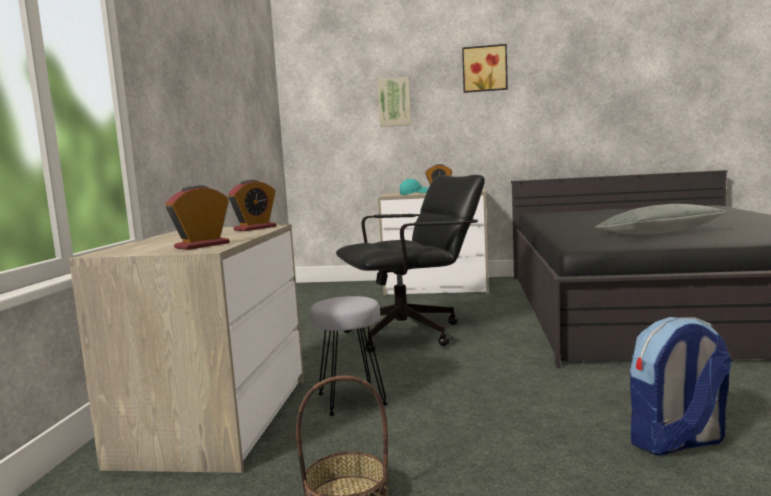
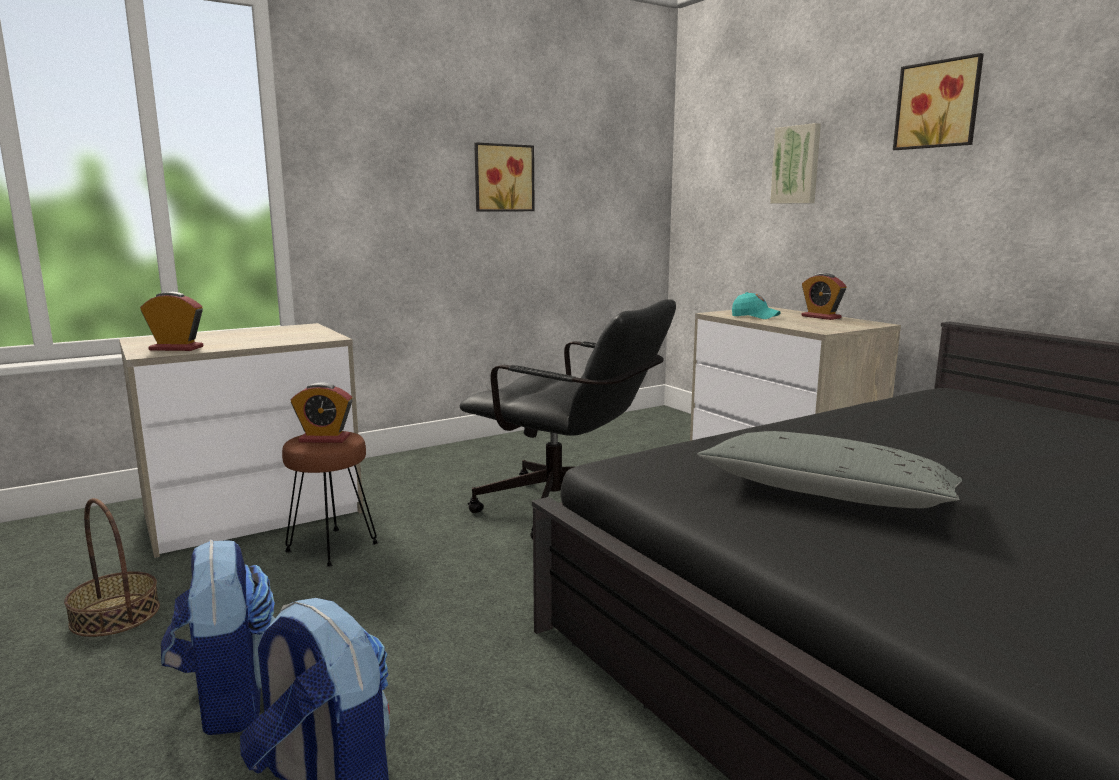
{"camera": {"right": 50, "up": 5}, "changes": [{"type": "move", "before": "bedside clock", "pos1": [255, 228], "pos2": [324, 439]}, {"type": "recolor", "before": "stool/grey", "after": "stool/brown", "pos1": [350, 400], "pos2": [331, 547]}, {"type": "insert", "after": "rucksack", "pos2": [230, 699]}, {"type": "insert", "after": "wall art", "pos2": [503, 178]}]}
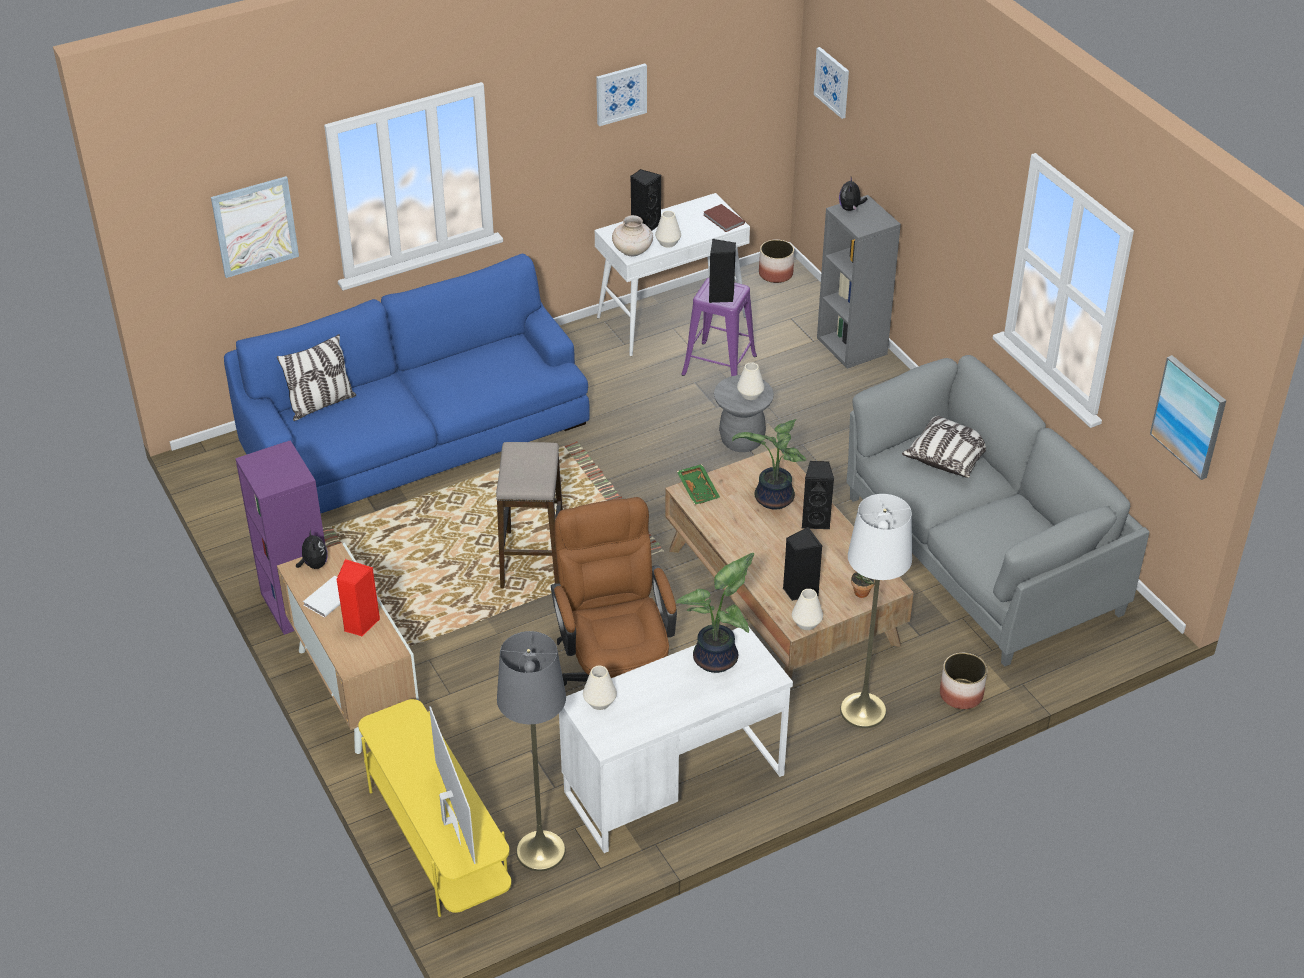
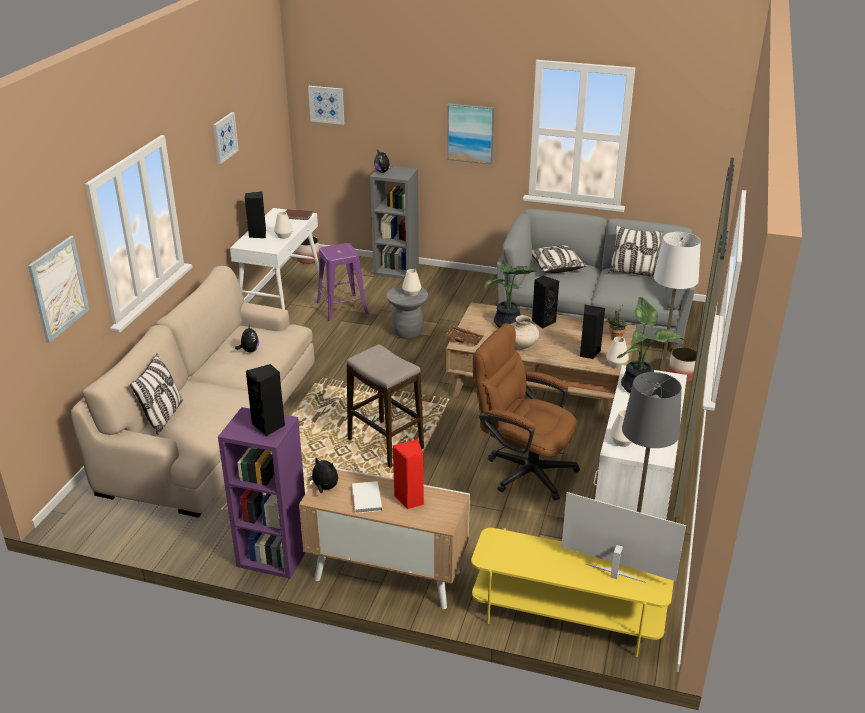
{"camera": {"right": -45, "up": -10}, "changes": [{"type": "recolor", "before": "couch/bluish", "after": "couch/beige-coloured", "pos1": [417, 437], "pos2": [214, 425]}, {"type": "move", "before": "decorative vase/beige-coloured", "pos1": [632, 252], "pos2": [522, 345]}, {"type": "recolor", "before": "carrying tray/greenish", "after": "carrying tray/brown", "pos1": [699, 489], "pos2": [464, 339]}, {"type": "move", "before": "audio speaker/black", "pos1": [721, 296], "pos2": [269, 426]}, {"type": "move", "before": "wall art", "pos1": [1189, 416], "pos2": [470, 133]}, {"type": "insert", "after": "cuddly toy", "pos2": [249, 351]}, {"type": "insert", "after": "pillow", "pos2": [632, 272]}]}
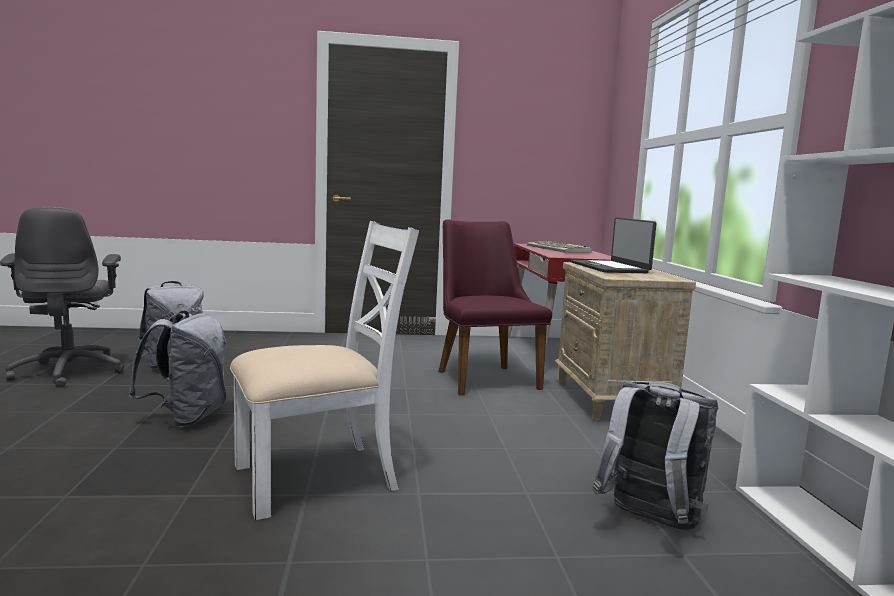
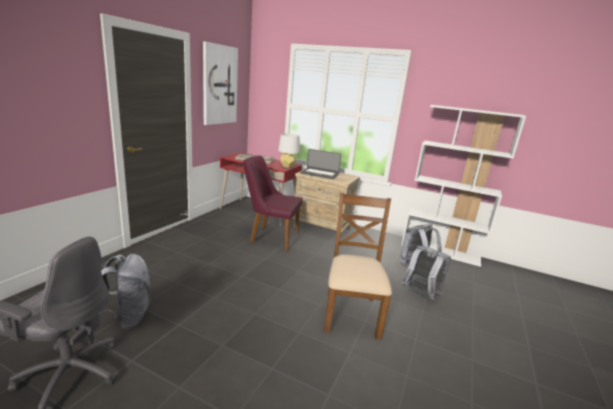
{"camera": {"right": -60, "up": 10}, "changes": [{"type": "move", "before": "rucksack/grey", "pos1": [187, 418], "pos2": [420, 296]}, {"type": "recolor", "before": "chair/white-coloured", "after": "chair/brown", "pos1": [317, 477], "pos2": [351, 313]}, {"type": "insert", "after": "wall art", "pos2": [219, 85]}, {"type": "insert", "after": "tabletop lamp/grey", "pos2": [287, 166]}]}
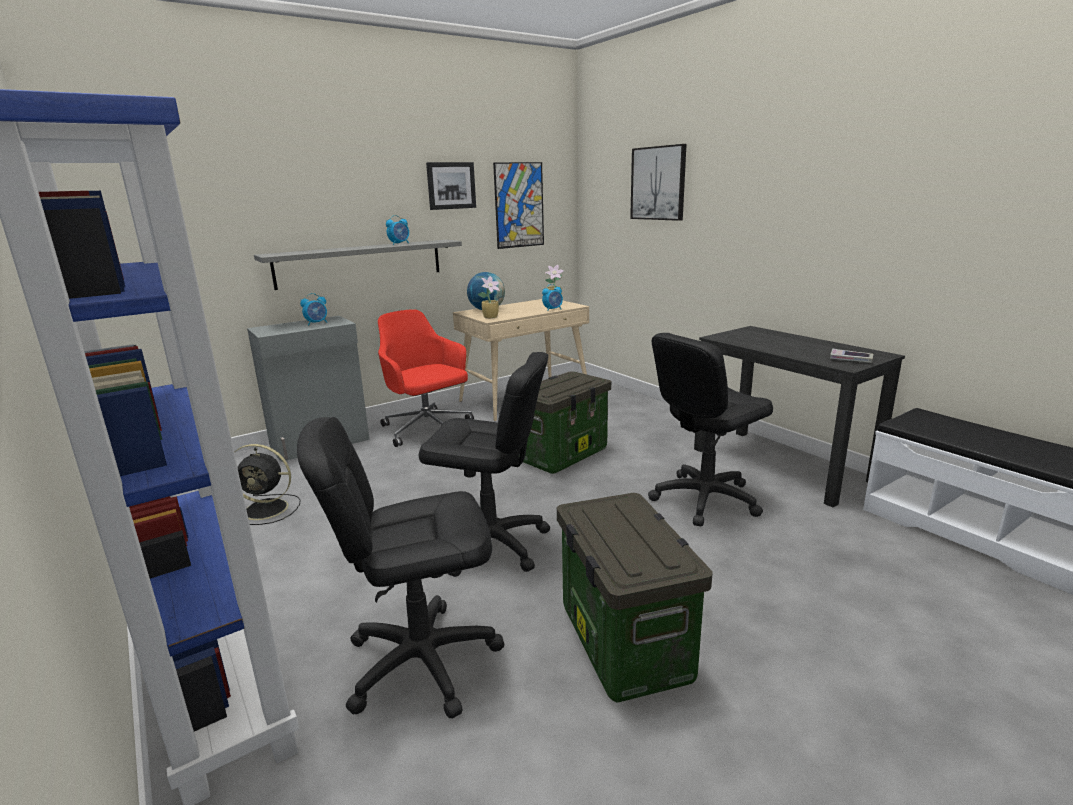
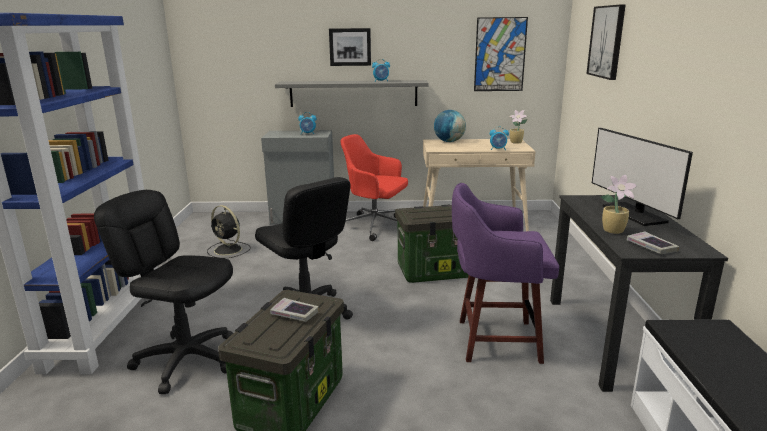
{"camera": {"right": 35, "up": 0}, "changes": [{"type": "rotate", "before": "computer chair/reddish", "pos1": [427, 428], "pos2": [375, 226], "turn": -60}, {"type": "move", "before": "wall art", "pos1": [451, 185], "pos2": [350, 47]}, {"type": "move", "before": "houseplant", "pos1": [491, 317], "pos2": [614, 231]}, {"type": "replace", "before": "computer chair/black", "after": "stool/purple", "pos1": [704, 499], "pos2": [494, 341]}, {"type": "insert", "after": "volume", "pos2": [294, 313]}, {"type": "insert", "after": "monitor", "pos2": [634, 214]}]}
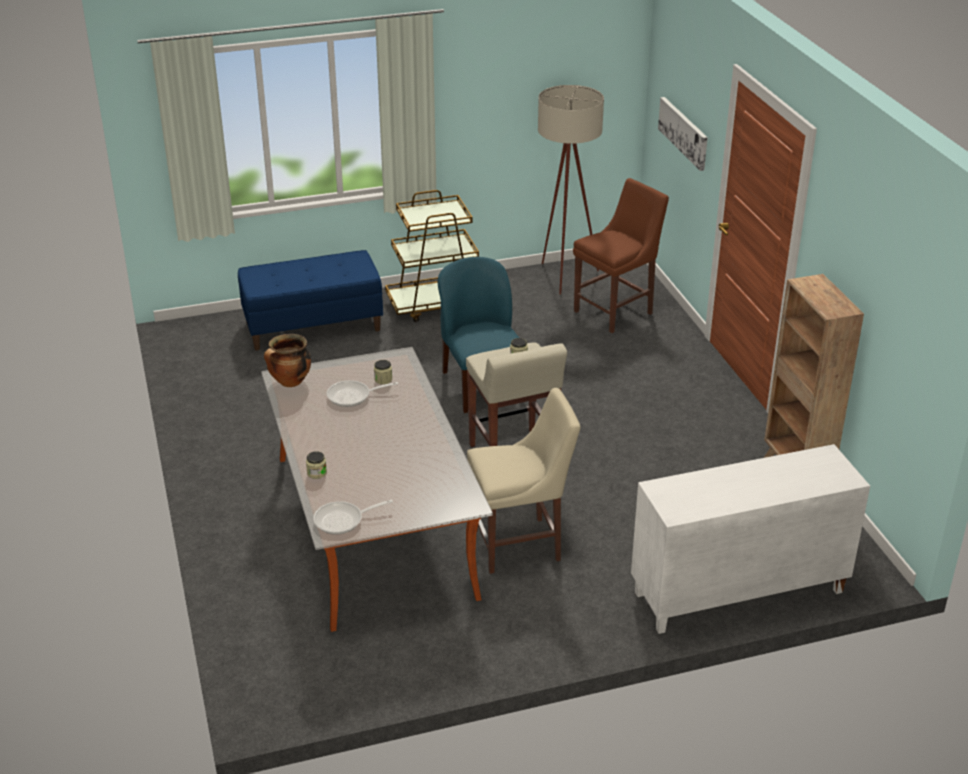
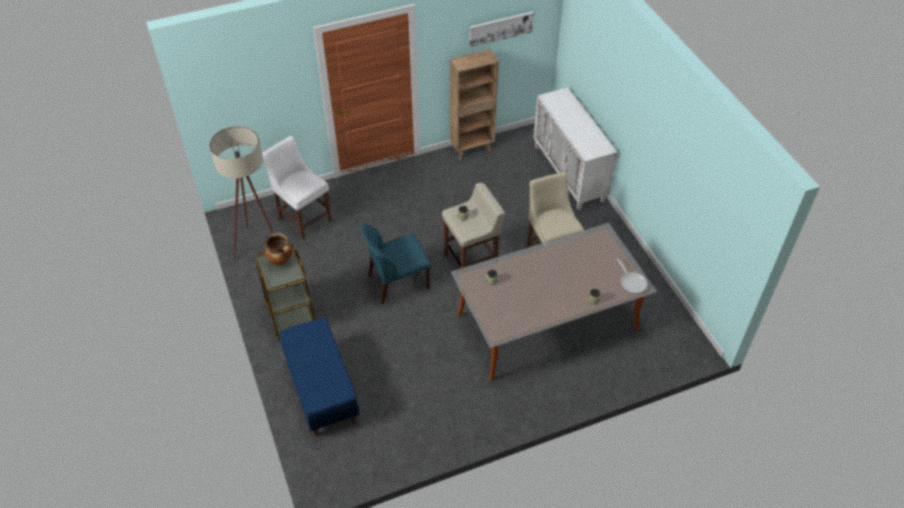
{"camera": {"right": -95, "up": 15}, "changes": [{"type": "move", "before": "saucepot", "pos1": [290, 382], "pos2": [281, 261]}, {"type": "delete", "before": "pan", "pos1": [353, 396]}, {"type": "recolor", "before": "chair/brown", "after": "chair/white-coloured", "pos1": [616, 311], "pos2": [303, 218]}, {"type": "move", "before": "wall art", "pos1": [684, 132], "pos2": [500, 28]}]}
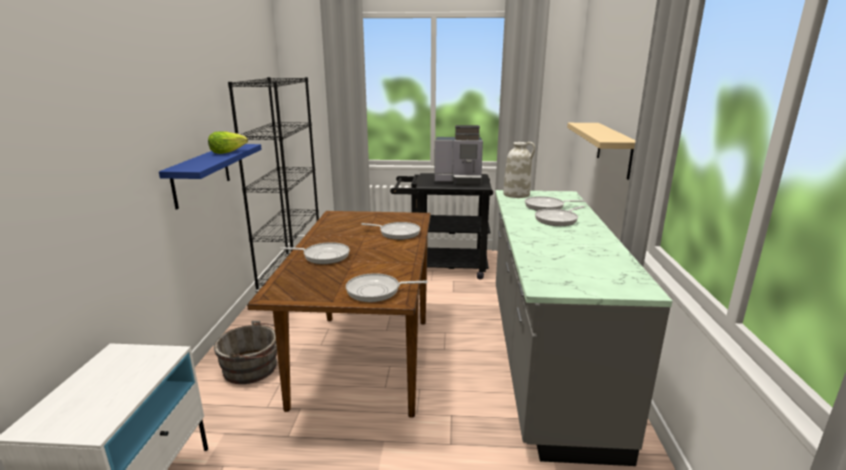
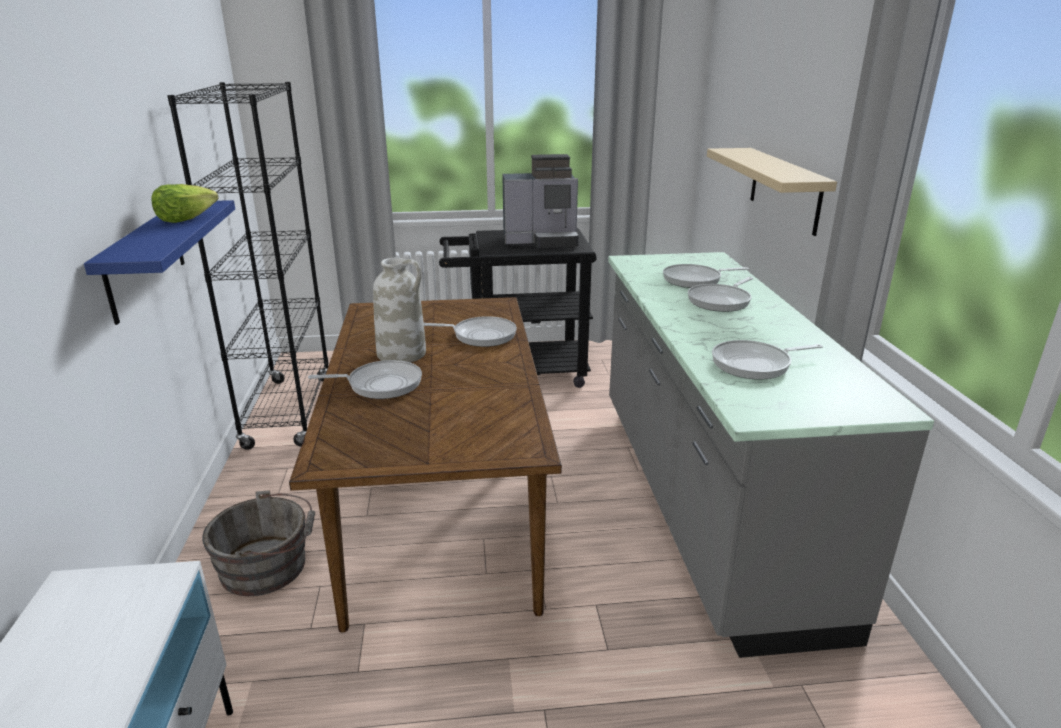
{"camera": {"right": -10, "up": 5}, "changes": [{"type": "move", "before": "pan", "pos1": [376, 291], "pos2": [755, 364]}, {"type": "move", "before": "decorative vase/white-coloured", "pos1": [517, 194], "pos2": [402, 354]}]}
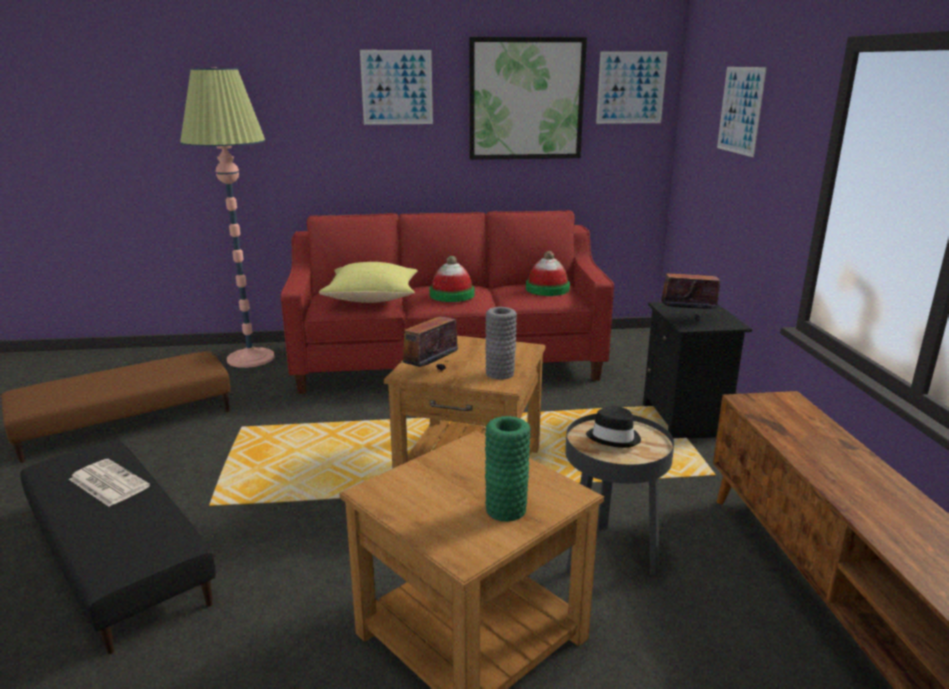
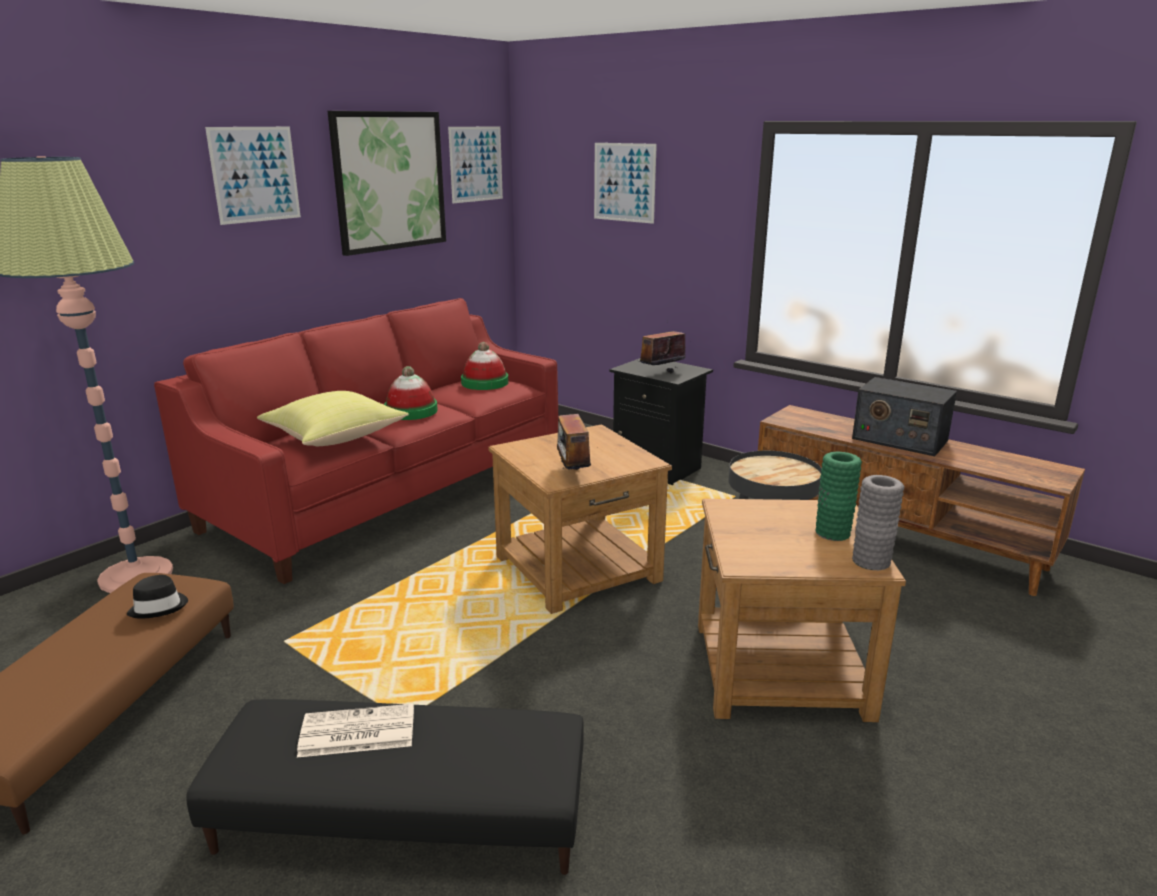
{"camera": {"right": -45, "up": 0}, "changes": [{"type": "move", "before": "decorative vase/grey", "pos1": [500, 373], "pos2": [871, 561]}, {"type": "move", "before": "wearable hat/black", "pos1": [614, 437], "pos2": [159, 607]}, {"type": "insert", "after": "radio receiver", "pos2": [899, 439]}]}
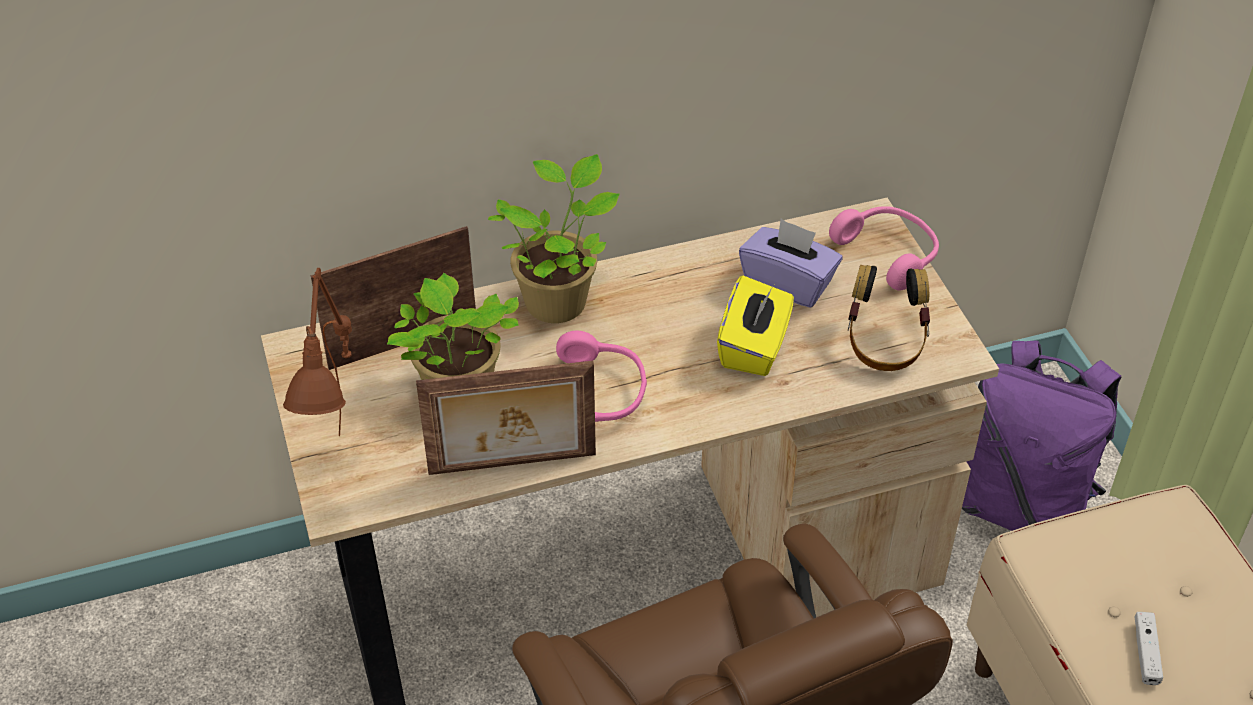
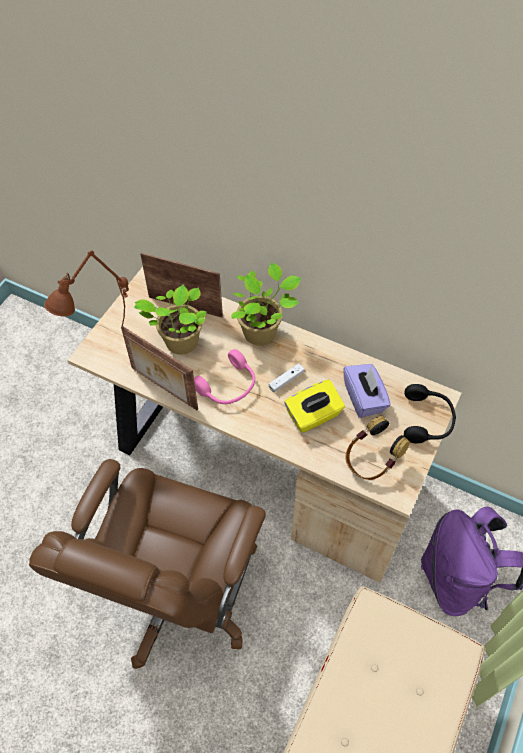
{"camera": {"right": 45, "up": 10}, "changes": [{"type": "recolor", "before": "headphones/pink-coloured", "after": "headphones/black", "pos1": [889, 253], "pos2": [427, 420]}, {"type": "move", "before": "gamepad/white-coloured", "pos1": [1146, 653], "pos2": [286, 380]}]}
